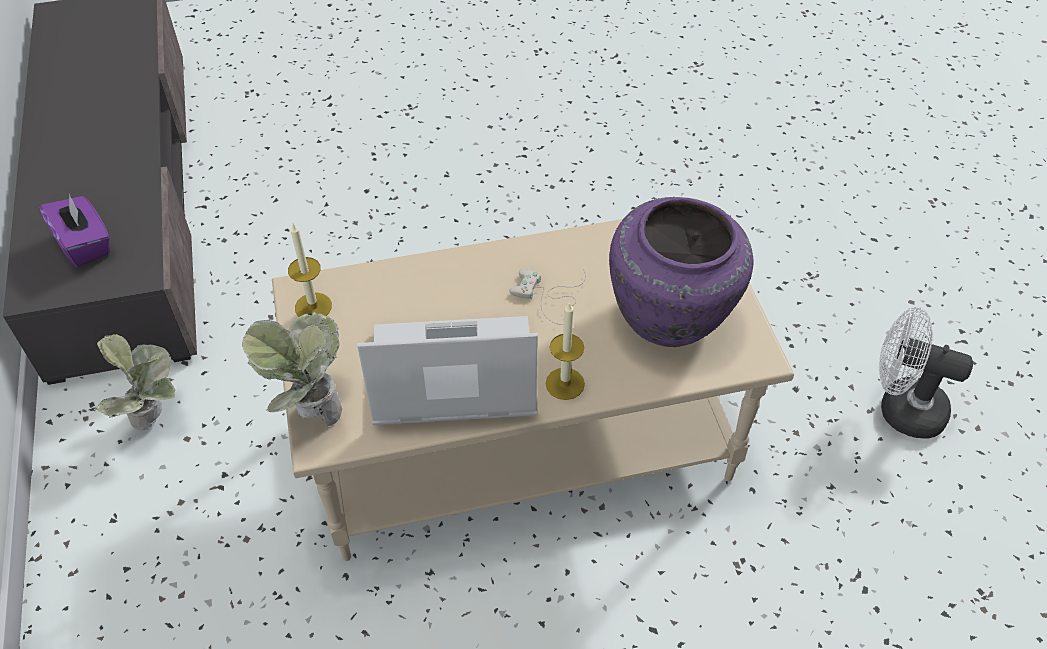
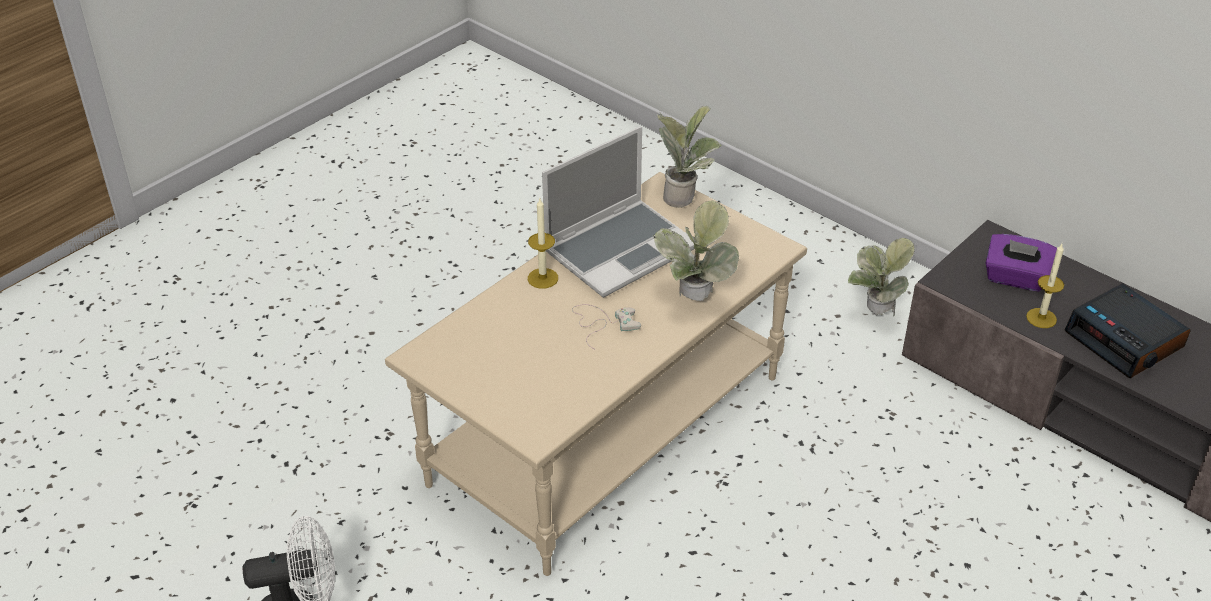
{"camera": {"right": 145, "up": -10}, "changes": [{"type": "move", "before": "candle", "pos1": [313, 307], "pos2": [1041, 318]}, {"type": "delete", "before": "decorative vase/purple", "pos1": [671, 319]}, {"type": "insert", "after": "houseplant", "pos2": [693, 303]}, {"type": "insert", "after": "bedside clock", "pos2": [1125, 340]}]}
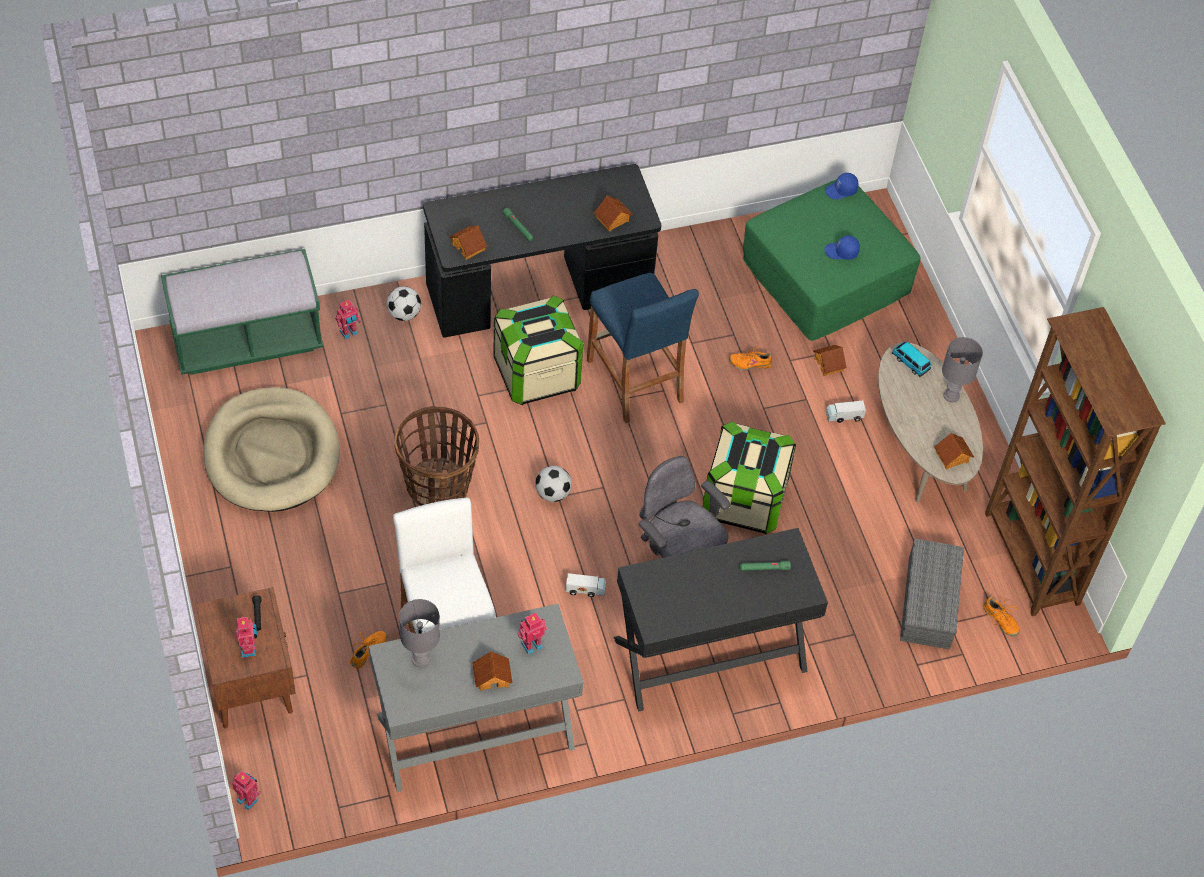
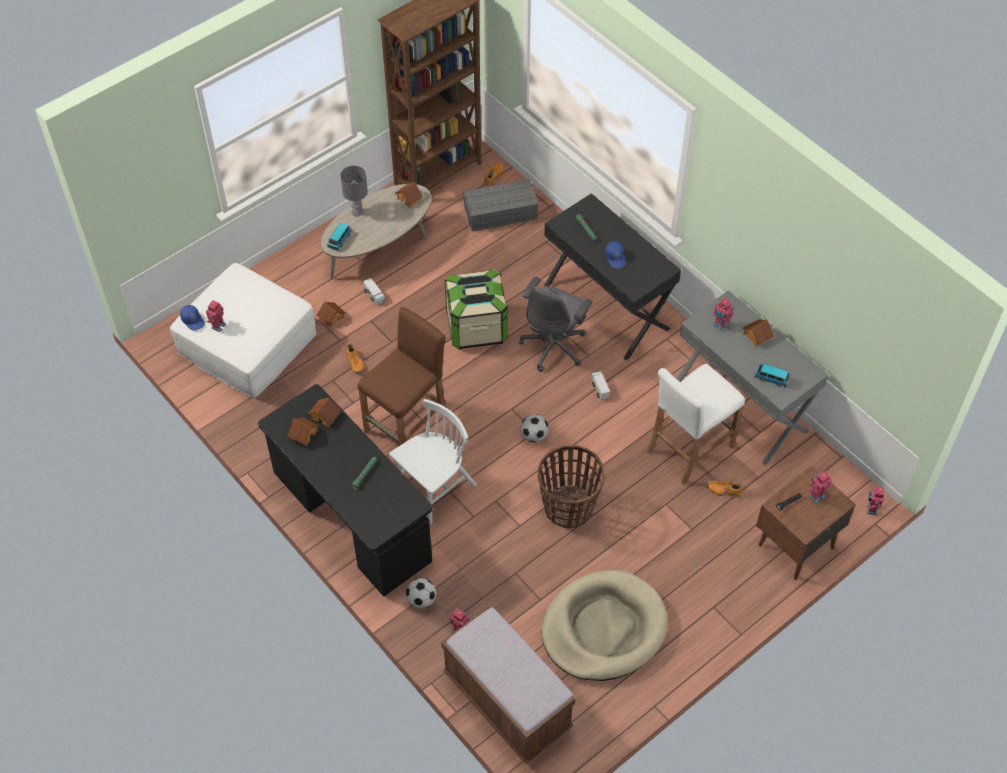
{"camera": {"right": -110, "up": 0}, "changes": [{"type": "recolor", "before": "long seat/greenish", "after": "long seat/brown", "pos1": [247, 340], "pos2": [507, 701]}, {"type": "replace", "before": "tabletop lamp/grey", "after": "model car", "pos1": [420, 659], "pos2": [771, 378]}, {"type": "move", "before": "model house", "pos1": [468, 246], "pos2": [303, 434]}, {"type": "replace", "before": "storage box", "after": "chair/white-coloured", "pos1": [536, 374], "pos2": [433, 487]}, {"type": "recolor", "before": "stool/bluish", "after": "stool/brown", "pos1": [634, 380], "pos2": [407, 424]}, {"type": "recolor", "before": "footrest/greenish", "after": "footrest/white-coloured", "pos1": [826, 275], "pos2": [247, 343]}, {"type": "move", "before": "peaked cap/bluish", "pos1": [841, 252], "pos2": [616, 258]}, {"type": "insert", "after": "toy robot", "pos2": [217, 326]}]}
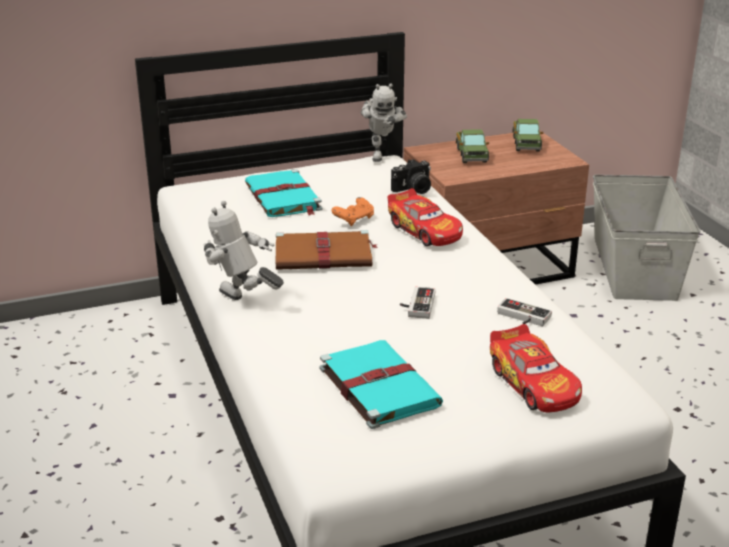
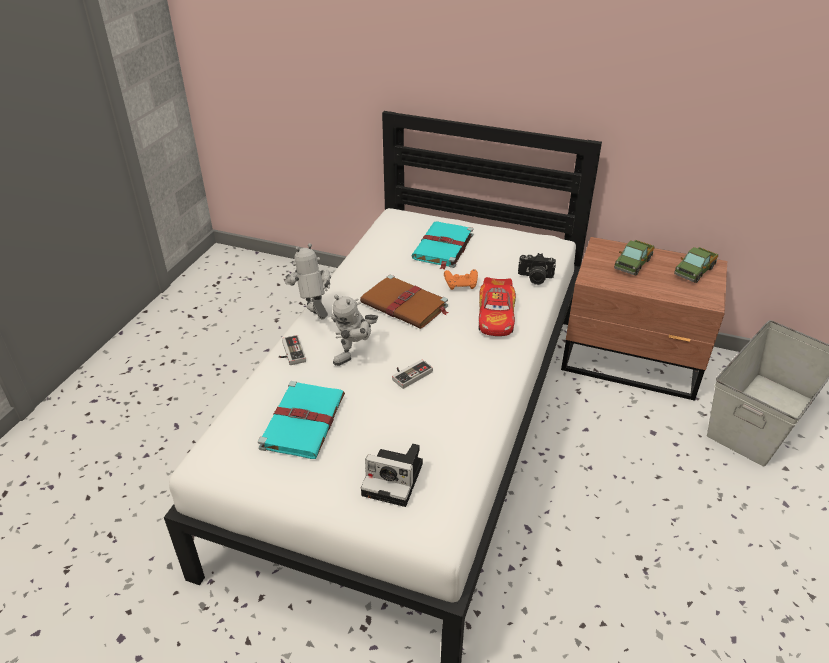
{"camera": {"right": 40, "up": 10}, "changes": [{"type": "move", "before": "toy robot", "pos1": [381, 154], "pos2": [356, 355]}, {"type": "replace", "before": "model car", "after": "photo camera", "pos1": [533, 383], "pos2": [395, 479]}, {"type": "move", "before": "gamepad", "pos1": [522, 317], "pos2": [290, 353]}]}
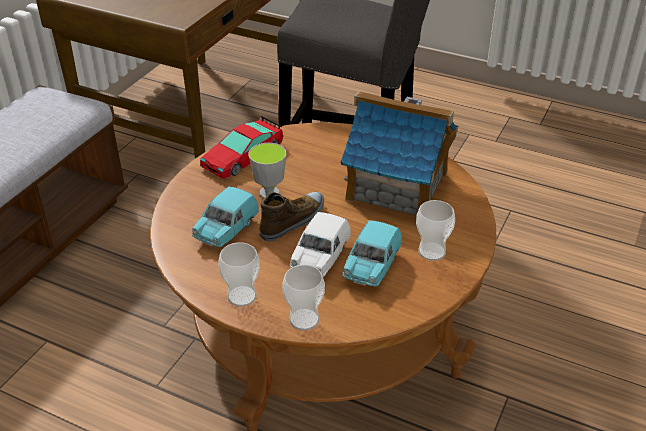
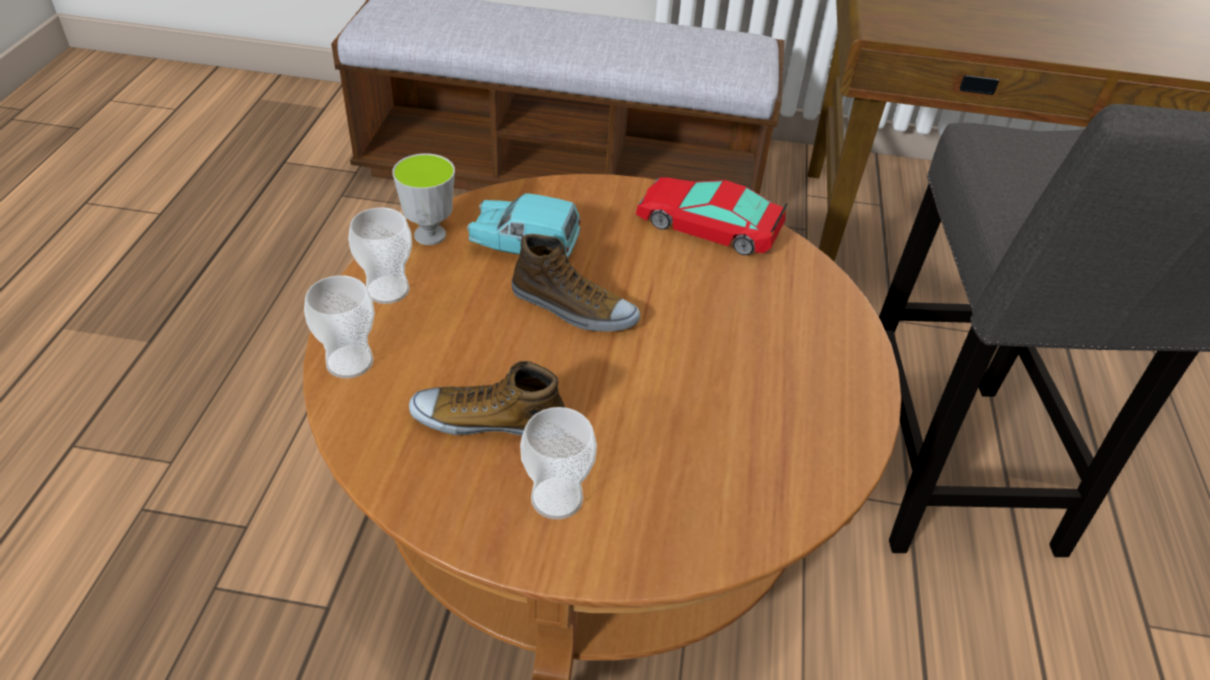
{"camera": {"right": 70, "up": 5}, "changes": [{"type": "move", "before": "cup", "pos1": [269, 193], "pos2": [430, 235]}, {"type": "delete", "before": "model car/white-coloured", "pos1": [320, 258]}, {"type": "delete", "before": "model house", "pos1": [398, 186]}, {"type": "replace", "before": "model car/blue-green", "after": "shoe", "pos1": [371, 267], "pos2": [489, 420]}]}
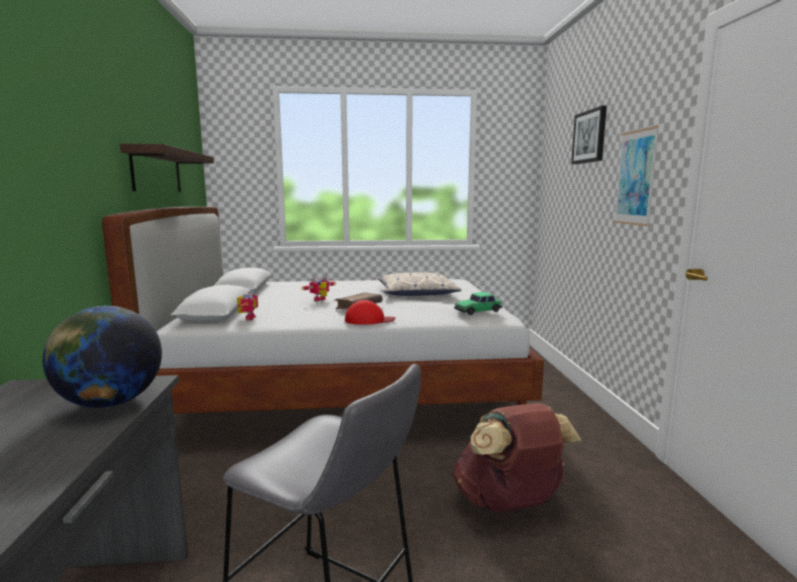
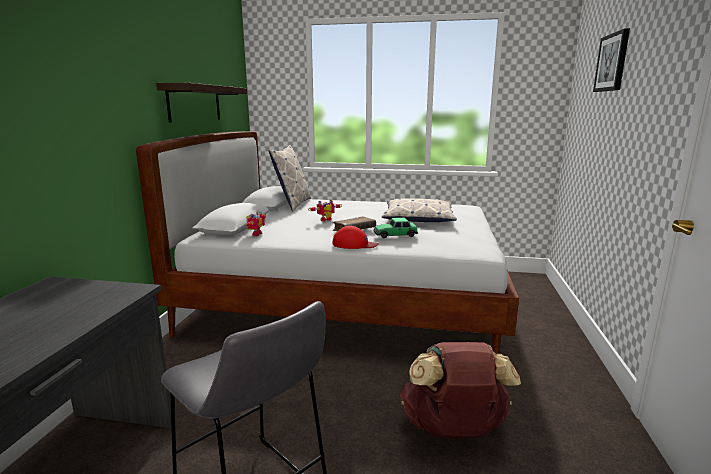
{"camera": {"right": 15, "up": 5}, "changes": [{"type": "delete", "before": "globe", "pos1": [110, 403]}, {"type": "move", "before": "model car", "pos1": [477, 311], "pos2": [395, 235]}, {"type": "delete", "before": "wall art", "pos1": [635, 178]}, {"type": "insert", "after": "pillow", "pos2": [292, 204]}]}
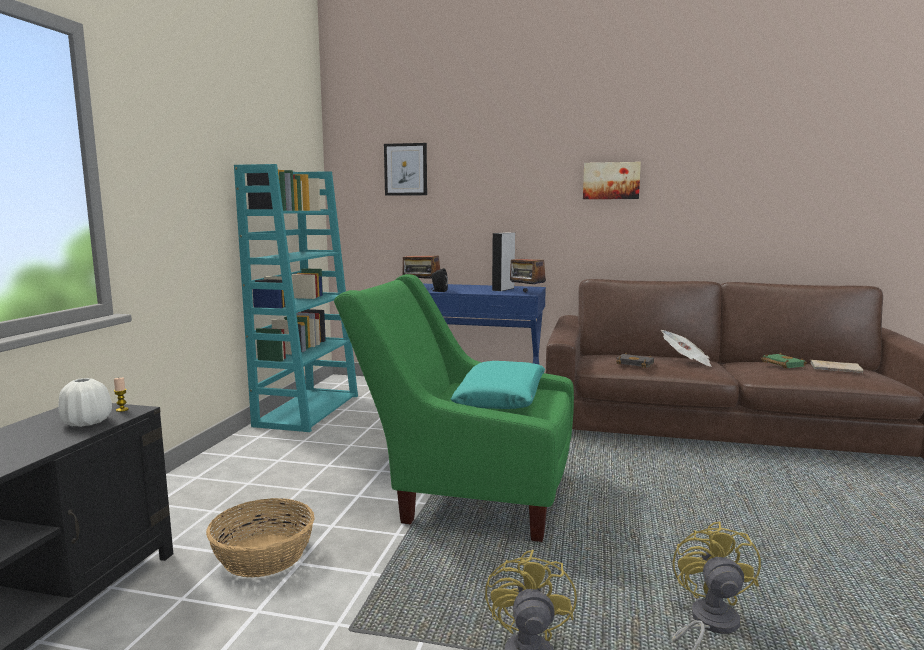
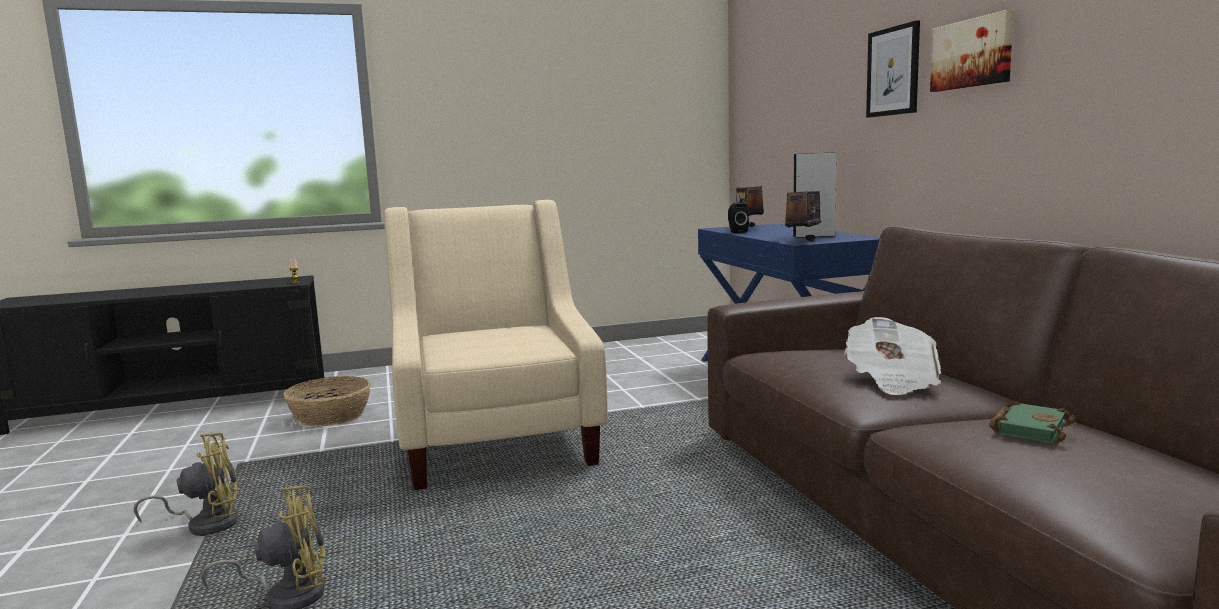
{"camera": {"right": 60, "up": 0}, "changes": [{"type": "delete", "before": "decorative vase/white-coloured", "pos1": [86, 422]}, {"type": "delete", "before": "shelving unit/blue-green", "pos1": [308, 410]}, {"type": "recolor", "before": "lounge chair/greenish", "after": "lounge chair/beige-coloured", "pos1": [466, 493], "pos2": [497, 440]}, {"type": "move", "before": "wall art", "pos1": [405, 169], "pos2": [893, 71]}, {"type": "delete", "before": "pillow/blue-green", "pos1": [501, 398]}, {"type": "delete", "before": "volume/black", "pos1": [636, 363]}, {"type": "delete", "before": "volume/beige-coloured", "pos1": [837, 369]}]}
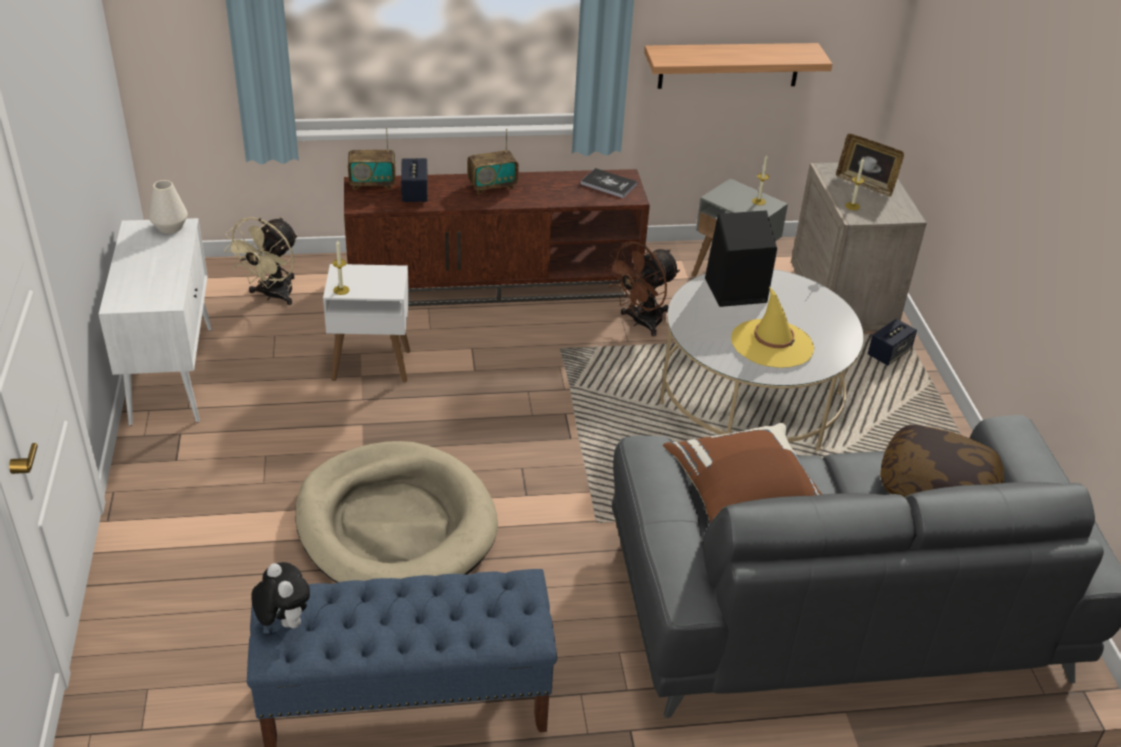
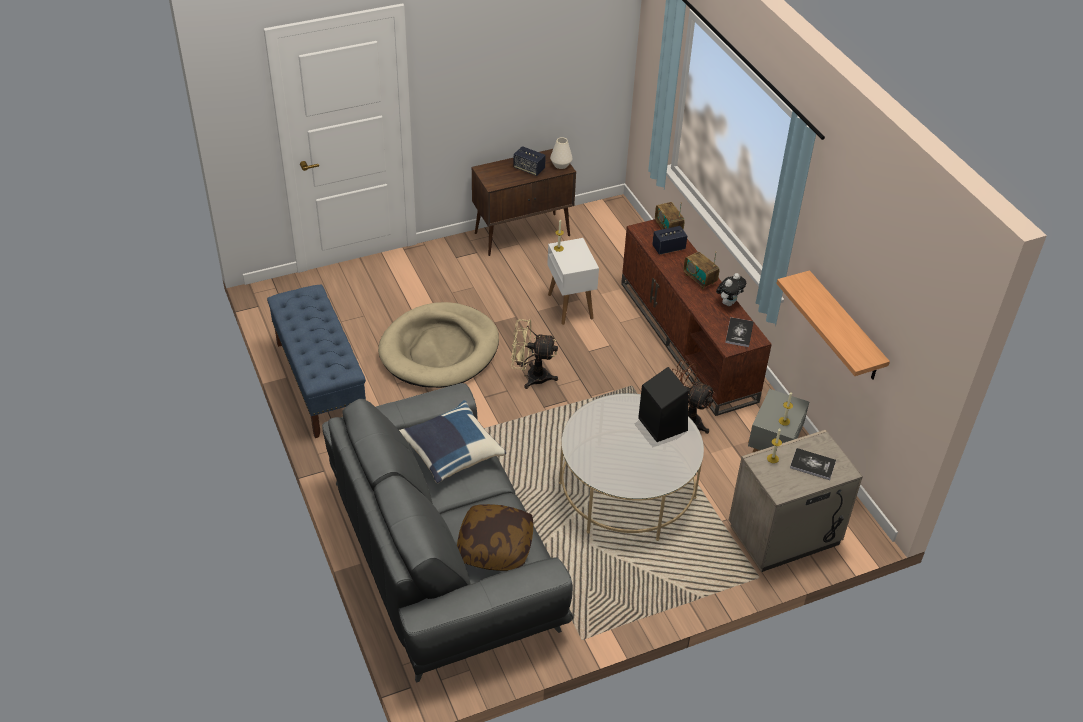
{"camera": {"right": 75, "up": 5}, "changes": [{"type": "recolor", "before": "storage cabinet/white-coloured", "after": "storage cabinet/brown", "pos1": [172, 374], "pos2": [523, 234]}, {"type": "move", "before": "electric fan/beige-coloured", "pos1": [272, 295], "pos2": [531, 376]}, {"type": "move", "before": "cuddly toy", "pos1": [283, 621], "pos2": [728, 302]}, {"type": "recolor", "before": "pillow/brown", "after": "pillow/bluish", "pos1": [744, 497], "pos2": [451, 453]}, {"type": "delete", "before": "wearable hat/yellowish", "pos1": [772, 344]}, {"type": "replace", "before": "picture frame", "after": "volume", "pos1": [865, 184], "pos2": [812, 464]}, {"type": "move", "before": "audio speaker", "pos1": [888, 354], "pos2": [529, 169]}]}
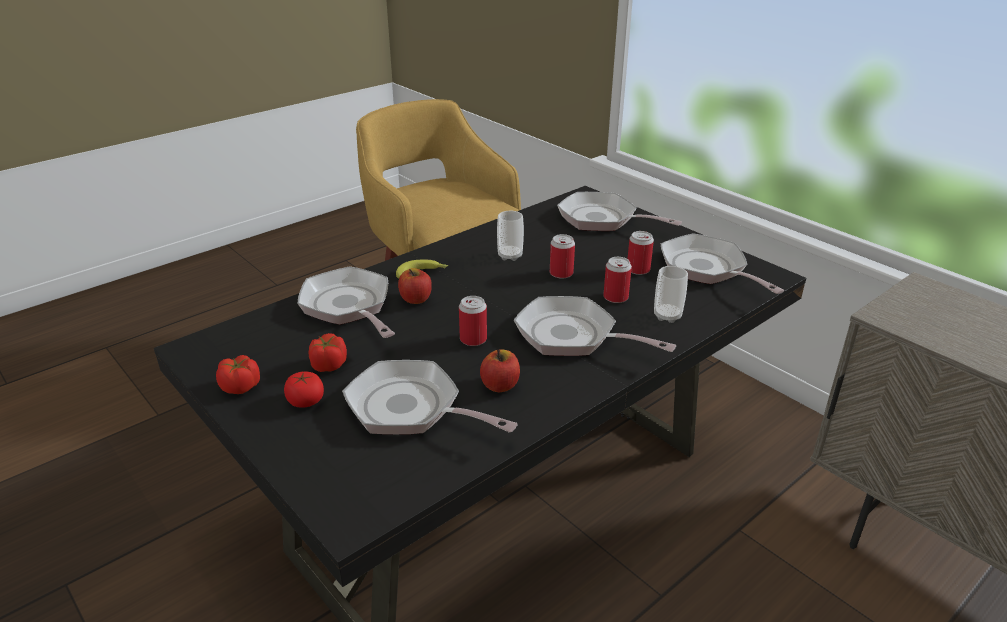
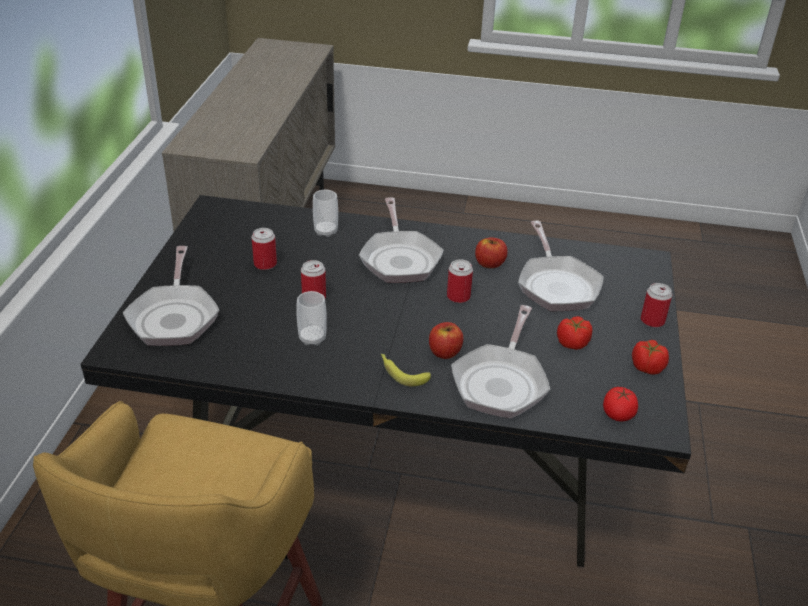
{"camera": {"right": -130, "up": 5}, "changes": [{"type": "move", "before": "fresh tomato", "pos1": [305, 401], "pos2": [618, 413]}, {"type": "move", "before": "can", "pos1": [615, 297], "pos2": [652, 321]}, {"type": "delete", "before": "pan", "pos1": [707, 269]}]}
